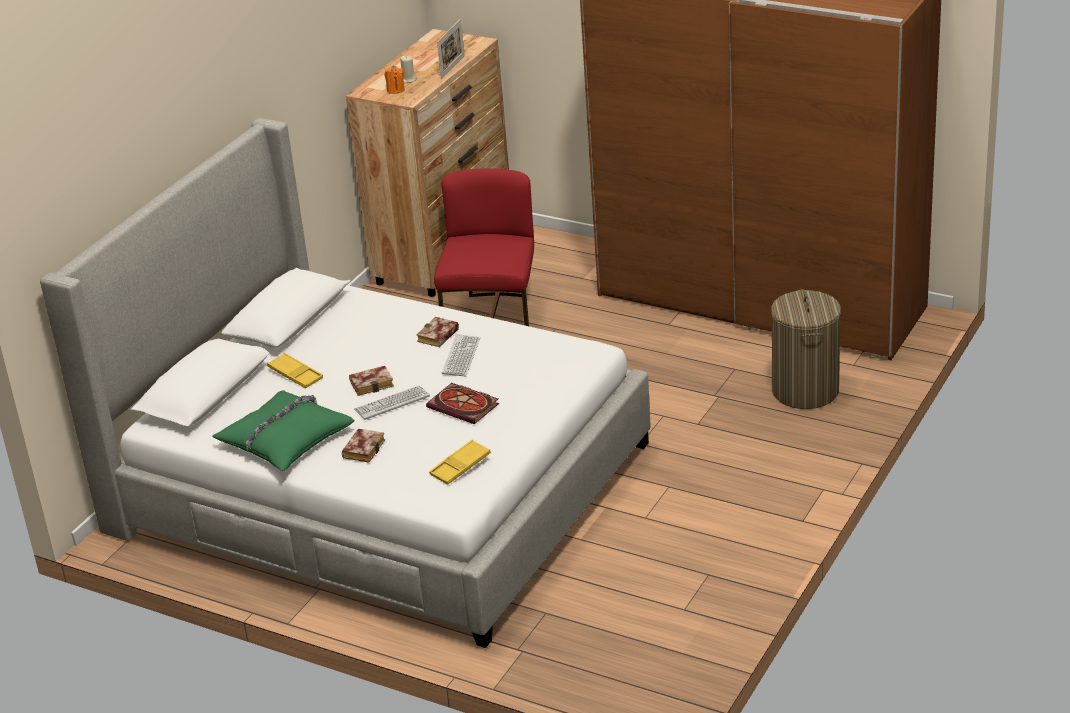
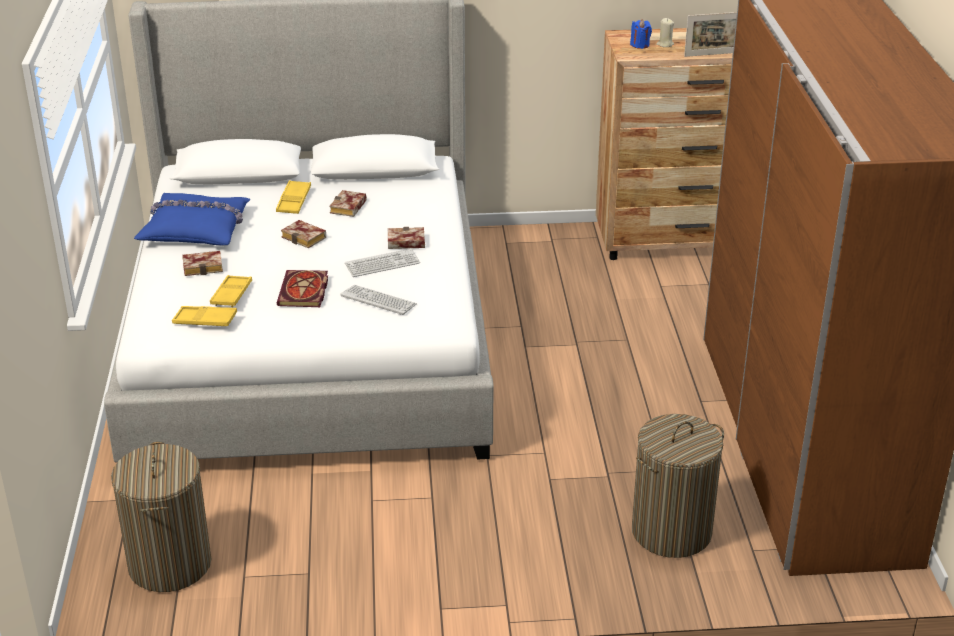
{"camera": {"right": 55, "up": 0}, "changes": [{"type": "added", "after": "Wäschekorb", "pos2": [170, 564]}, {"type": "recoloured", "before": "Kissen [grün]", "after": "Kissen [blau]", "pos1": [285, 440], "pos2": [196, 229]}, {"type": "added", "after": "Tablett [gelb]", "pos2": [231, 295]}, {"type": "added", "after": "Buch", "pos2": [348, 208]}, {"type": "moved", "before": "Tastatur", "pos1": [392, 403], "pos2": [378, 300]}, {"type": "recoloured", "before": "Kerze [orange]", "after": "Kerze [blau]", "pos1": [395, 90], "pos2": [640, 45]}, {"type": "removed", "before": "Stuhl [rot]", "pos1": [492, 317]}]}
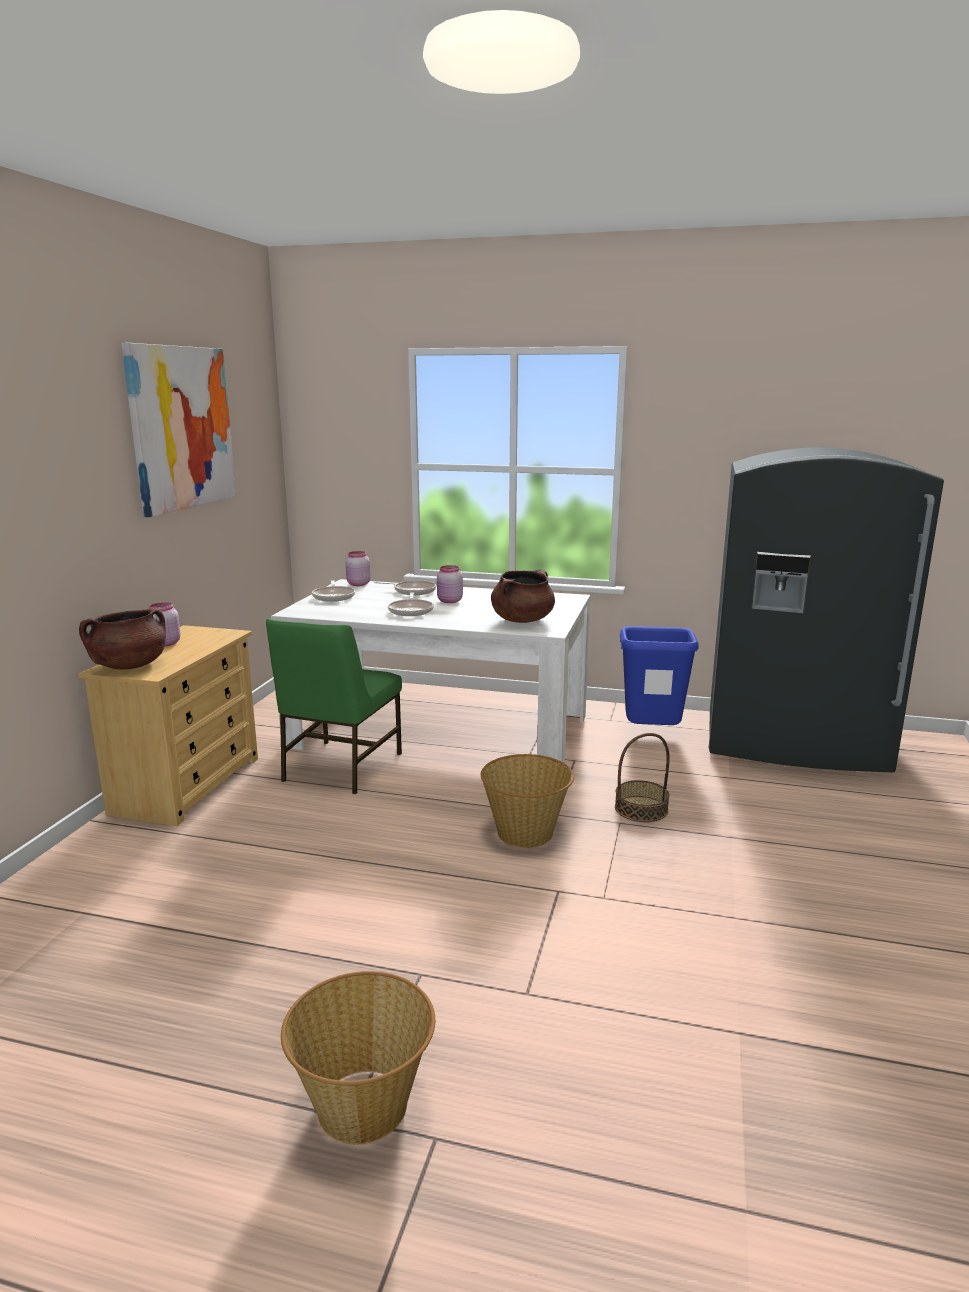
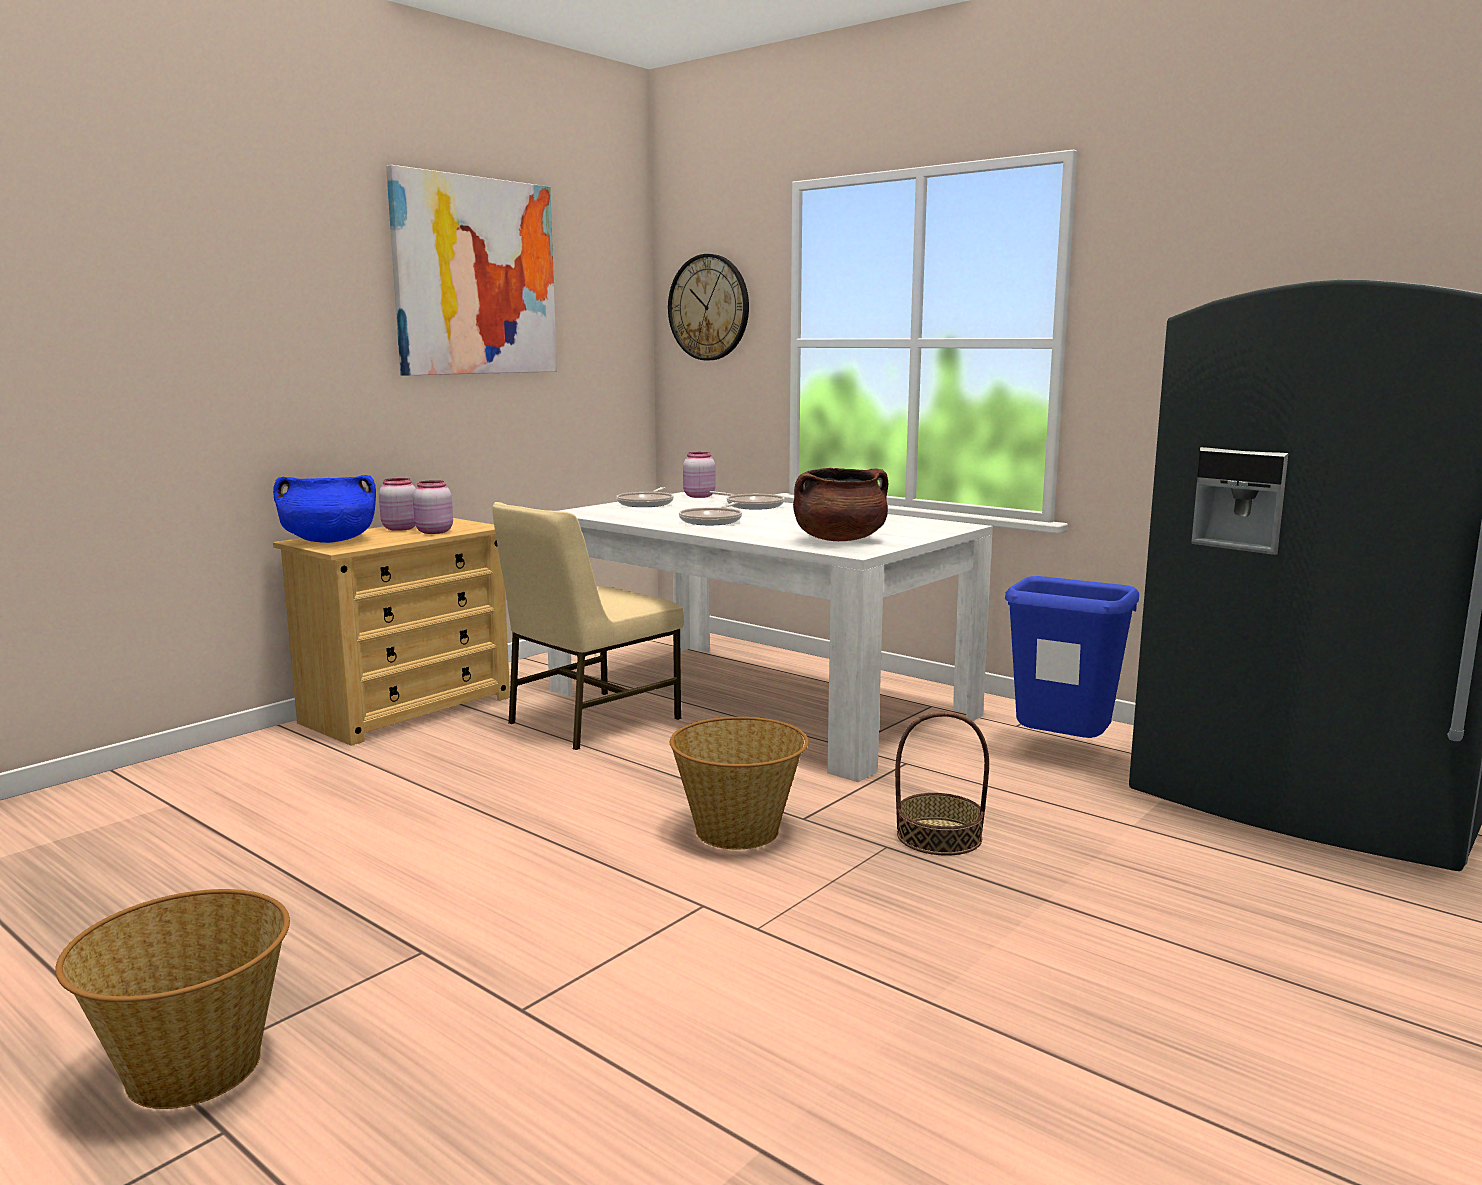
{"camera": {"right": 25, "up": -5}, "changes": [{"type": "recoloured", "before": "Kochtopf [braun]", "after": "Kochtopf [blau]", "pos1": [129, 666], "pos2": [329, 541]}, {"type": "moved", "before": "Vorratsglas [rosa]", "pos1": [449, 601], "pos2": [433, 532]}, {"type": "recoloured", "before": "Stuhl [grün]", "after": "Stuhl [beige]", "pos1": [340, 767], "pos2": [590, 720]}, {"type": "added", "after": "Wanduhr", "pos2": [709, 307]}]}
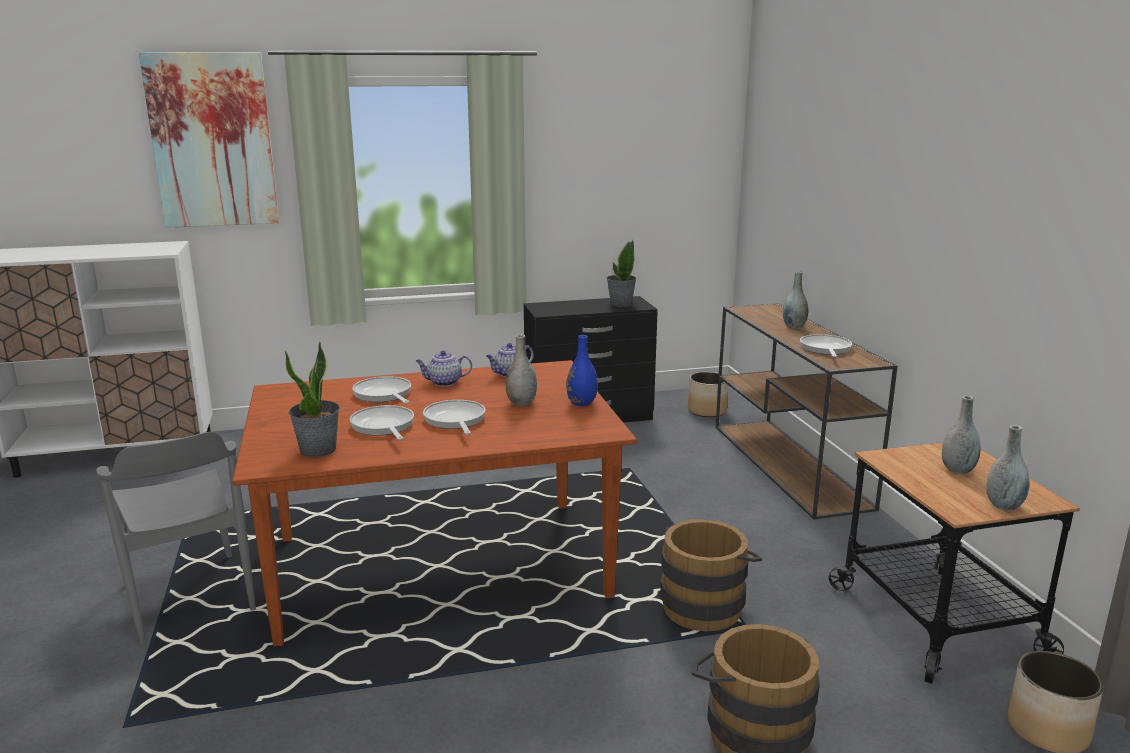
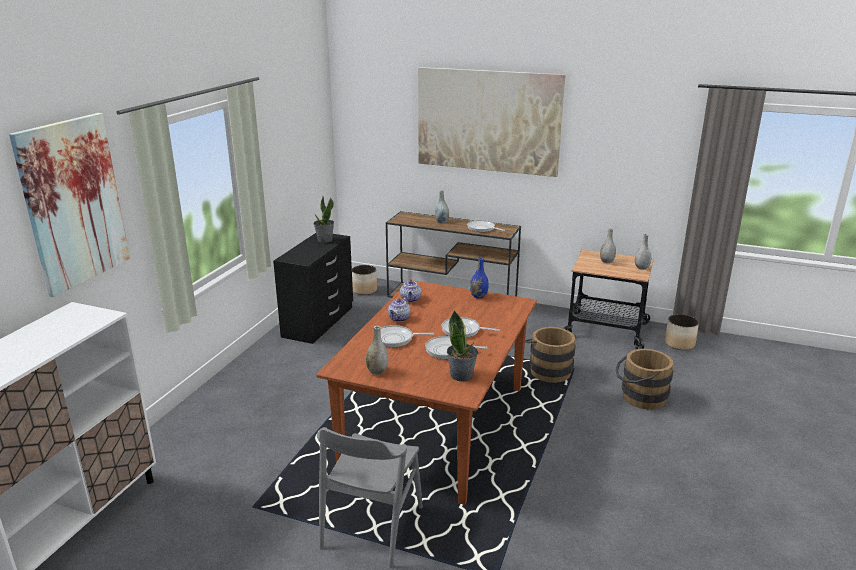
{"camera": {"right": -55, "up": 5}, "changes": [{"type": "turned", "before": "Stuhl [grau]", "pos1": [189, 597], "pos2": [372, 527], "turn": 105}, {"type": "moved", "before": "Vase [grau]", "pos1": [521, 403], "pos2": [377, 371]}, {"type": "added", "after": "Bild", "pos2": [488, 121]}]}
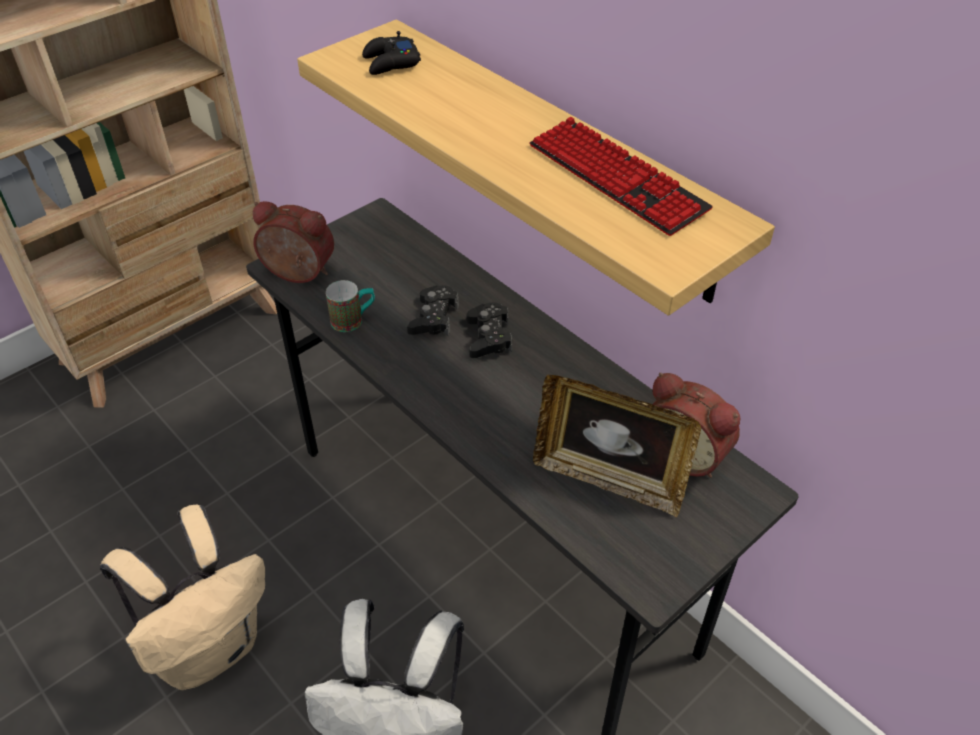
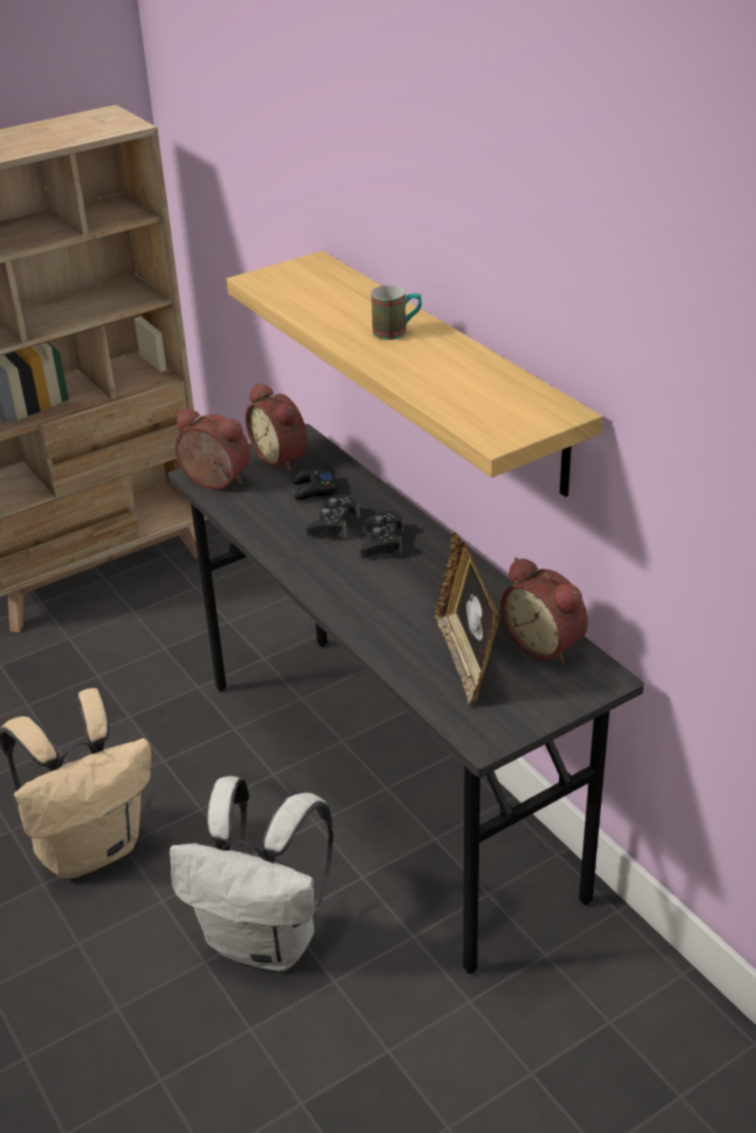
{"camera": {"right": 10, "up": -10}, "changes": [{"type": "added", "after": "Wecker", "pos2": [282, 457]}, {"type": "moved", "before": "Gamepad [schwarz]", "pos1": [390, 63], "pos2": [314, 490]}, {"type": "moved", "before": "Henkelbecher", "pos1": [354, 320], "pos2": [397, 332]}, {"type": "turned", "before": "Bilderrahmen", "pos1": [608, 479], "pos2": [466, 658], "turn": 45}, {"type": "removed", "before": "Tastatur", "pos1": [616, 178]}]}
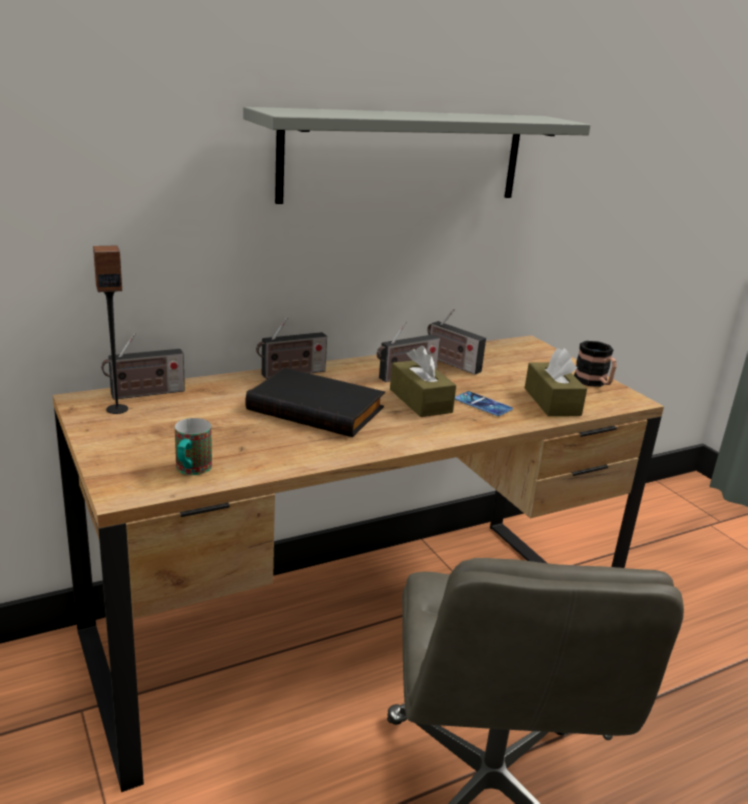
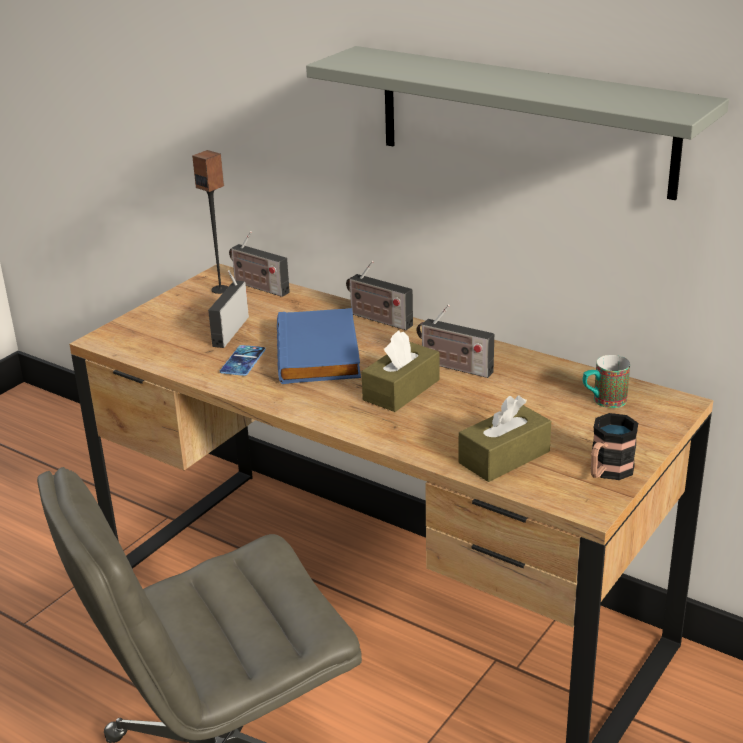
{"camera": {"right": 65, "up": 5}, "changes": [{"type": "moved", "before": "Radio", "pos1": [451, 363], "pos2": [231, 330]}, {"type": "moved", "before": "Handy", "pos1": [482, 404], "pos2": [243, 361]}, {"type": "recoloured", "before": "Buch [schwarz]", "after": "Buch [blau]", "pos1": [318, 408], "pos2": [321, 353]}, {"type": "moved", "before": "Henkelbecher", "pos1": [191, 471], "pos2": [603, 401]}]}
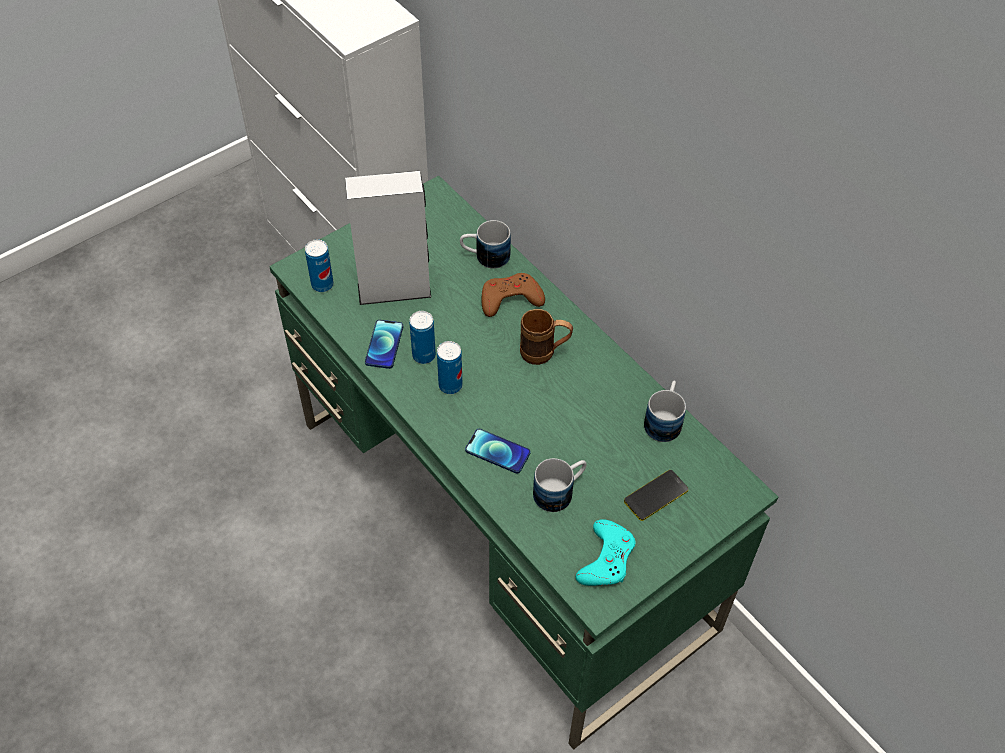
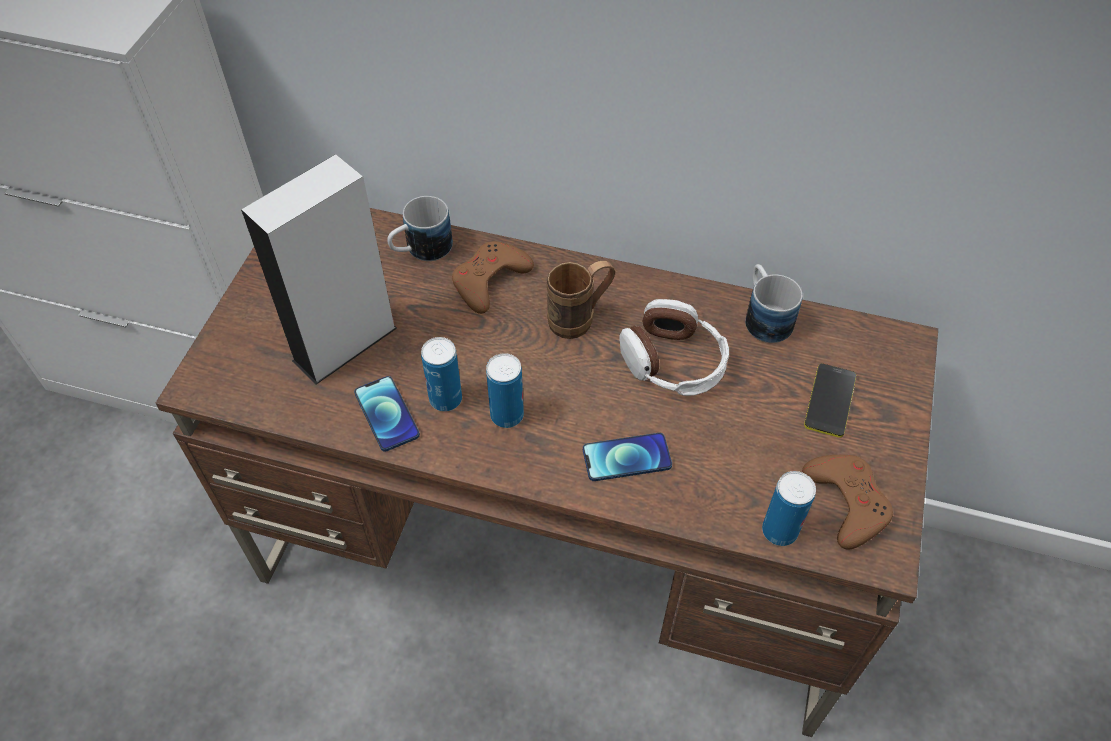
{"camera": {"right": -35, "up": 0}, "changes": [{"type": "recoloured", "before": "Schreibtisch [grün]", "after": "Schreibtisch [braun]", "pos1": [504, 524], "pos2": [559, 550]}, {"type": "added", "after": "Kopfhörer", "pos2": [673, 362]}, {"type": "moved", "before": "Dose", "pos1": [322, 284], "pos2": [779, 531]}, {"type": "recoloured", "before": "Gamepad [türkis]", "after": "Gamepad [braun]", "pos1": [606, 558], "pos2": [847, 502]}, {"type": "removed", "before": "Henkelbecher", "pos1": [560, 491]}]}
